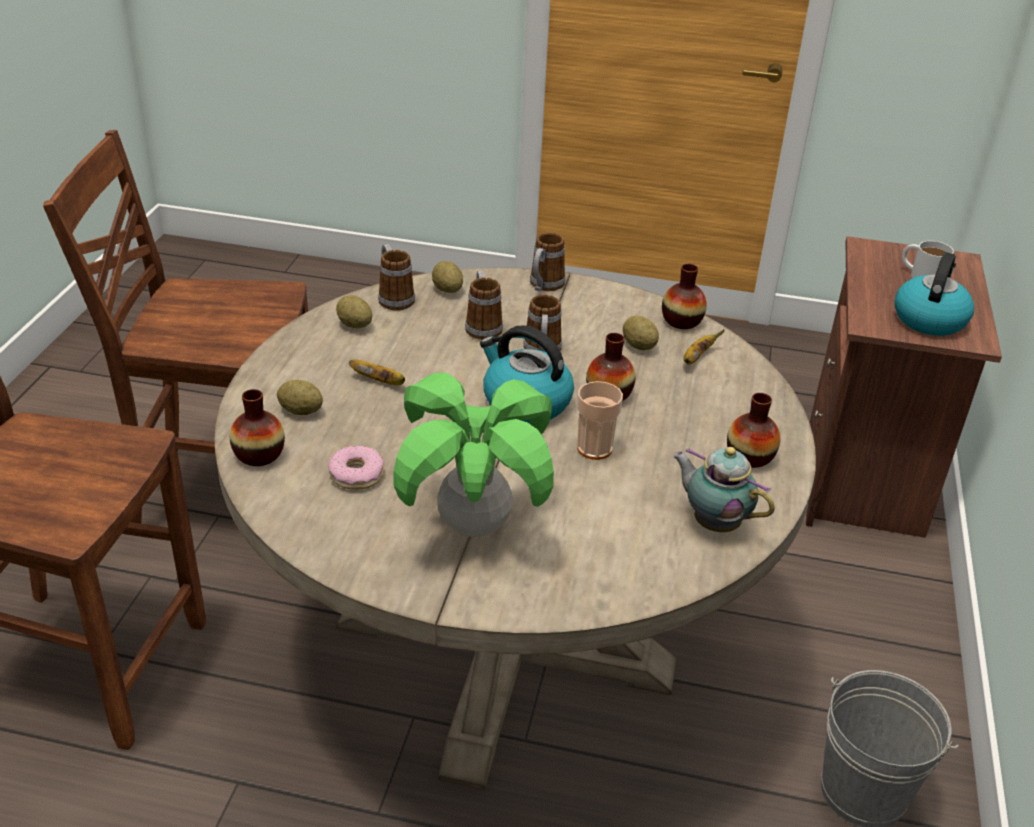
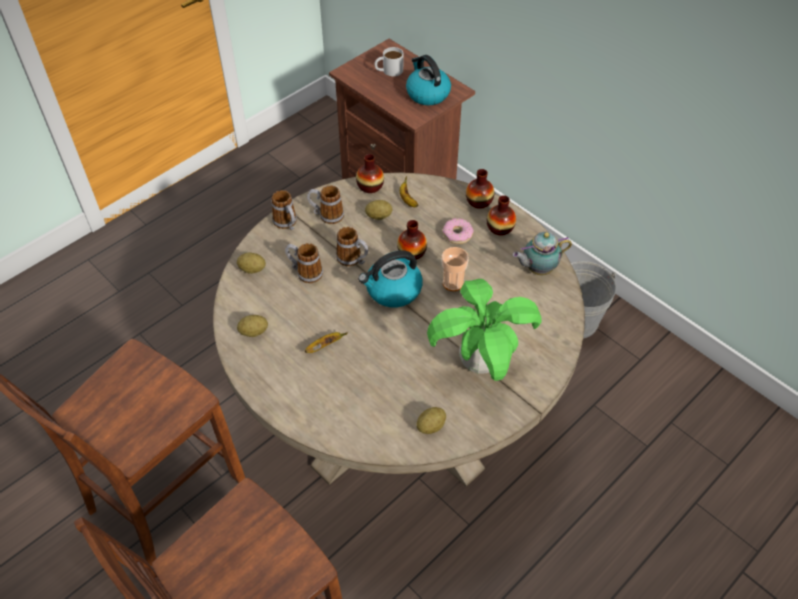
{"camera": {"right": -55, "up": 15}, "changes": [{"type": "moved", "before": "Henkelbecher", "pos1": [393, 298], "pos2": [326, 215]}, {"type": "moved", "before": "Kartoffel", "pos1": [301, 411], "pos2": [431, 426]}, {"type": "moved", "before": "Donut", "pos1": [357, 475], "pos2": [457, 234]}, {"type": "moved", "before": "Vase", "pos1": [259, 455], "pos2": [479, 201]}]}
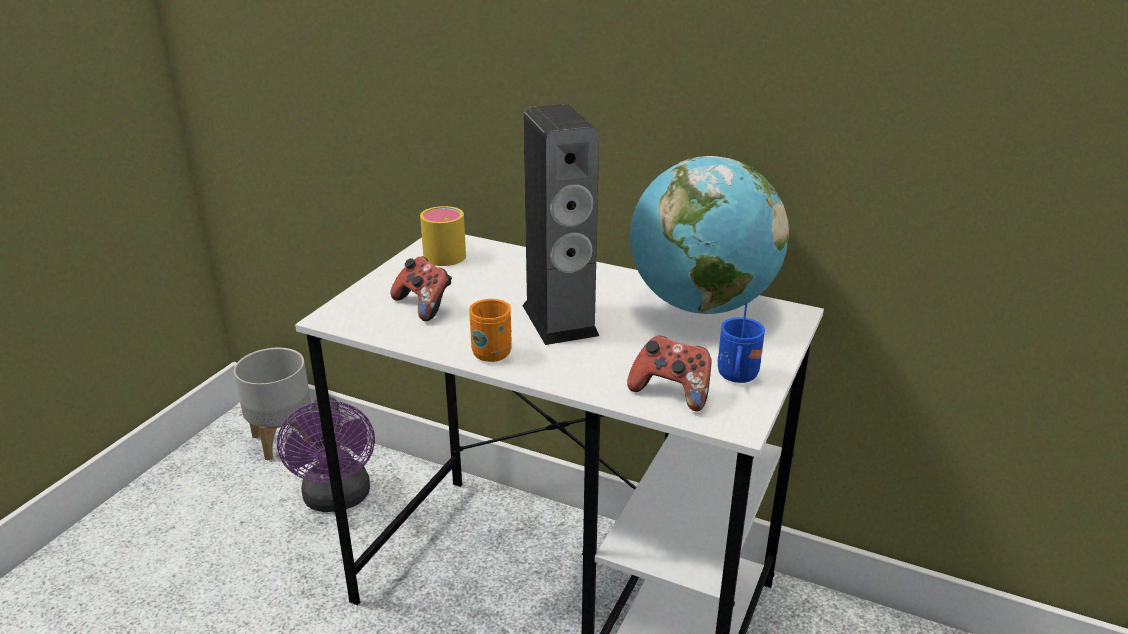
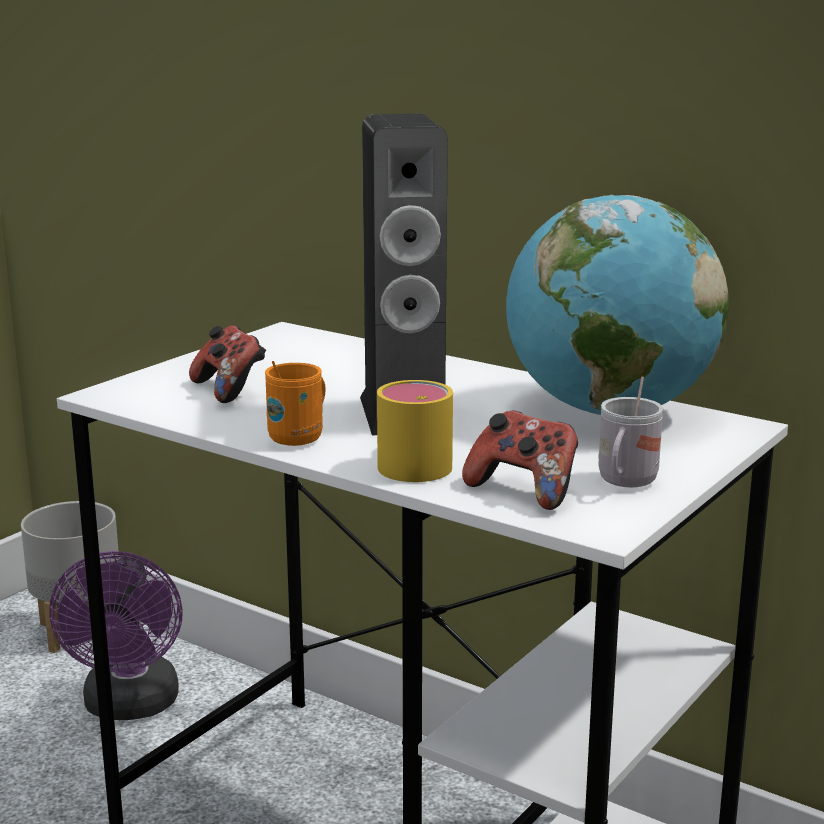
{"camera": {"right": 10, "up": -10}, "changes": [{"type": "moved", "before": "Henkelbecher [gelb]", "pos1": [444, 252], "pos2": [415, 461]}, {"type": "recoloured", "before": "Henkelbecher [blau]", "after": "Henkelbecher [weiß]", "pos1": [736, 378], "pos2": [624, 484]}]}
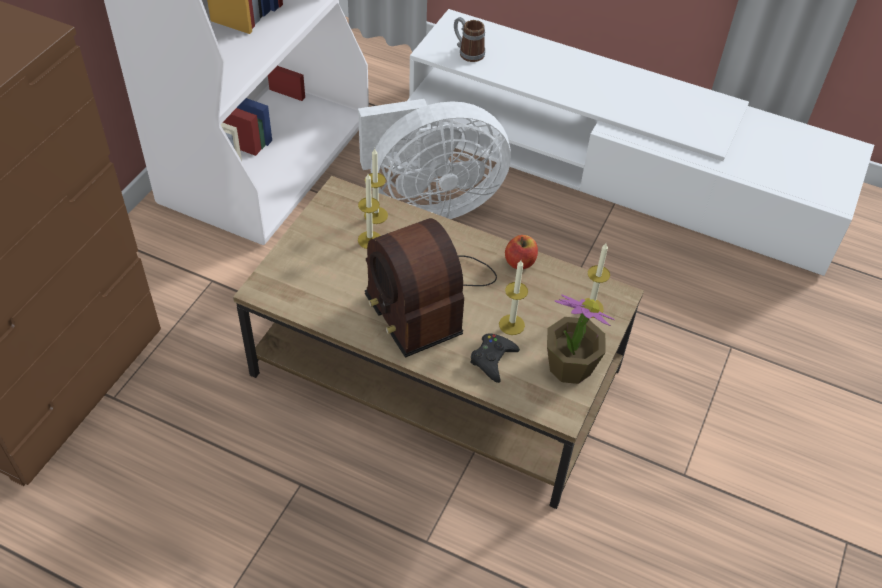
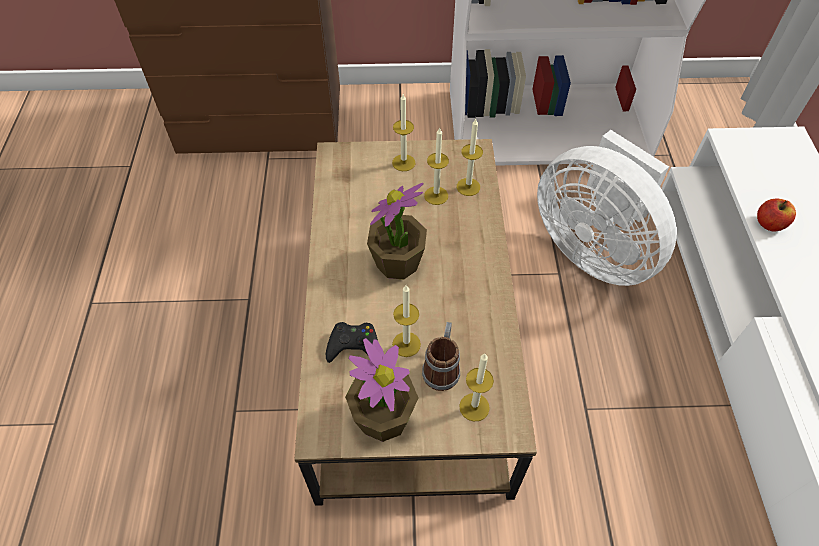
{"camera": {"right": 65, "up": 5}, "changes": [{"type": "replaced", "before": "Radio", "after": "Topfpflanze", "pos1": [426, 296], "pos2": [397, 263]}, {"type": "added", "after": "Kerze", "pos2": [403, 162]}, {"type": "moved", "before": "Henkelbecher", "pos1": [467, 52], "pos2": [442, 367]}, {"type": "moved", "before": "Apfel", "pos1": [520, 262], "pos2": [769, 224]}]}
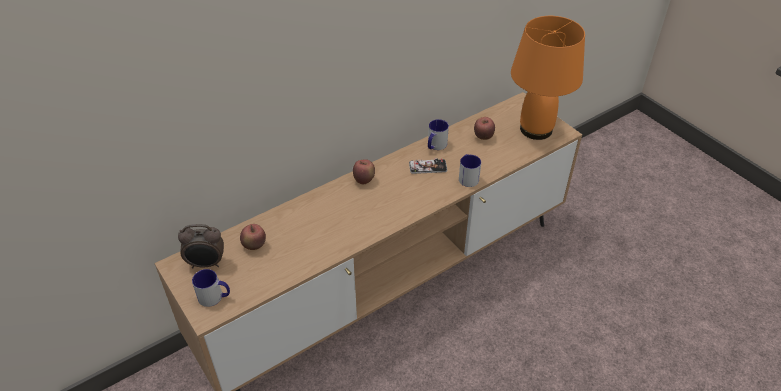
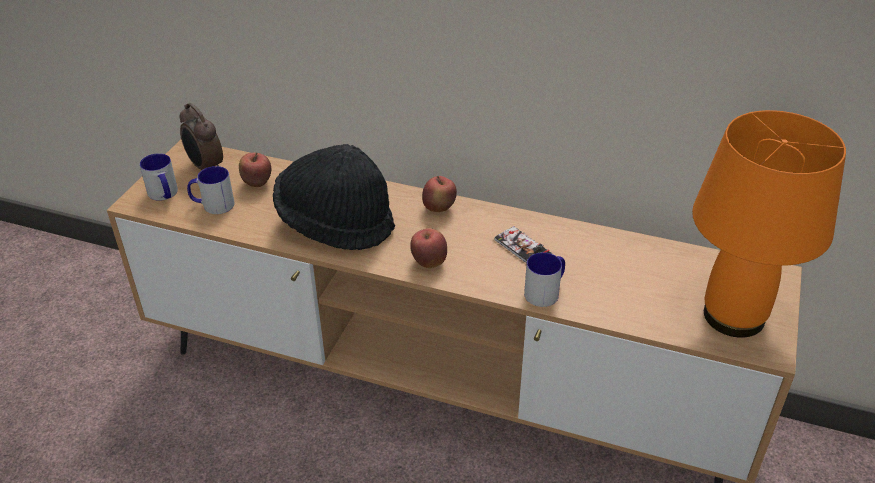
{"camera": {"right": 55, "up": -5}, "changes": [{"type": "moved", "before": "Henkelbecher", "pos1": [435, 146], "pos2": [212, 205]}, {"type": "added", "after": "Hut [schwarz]", "pos2": [335, 223]}, {"type": "moved", "before": "Apfel", "pos1": [483, 137], "pos2": [429, 262]}]}
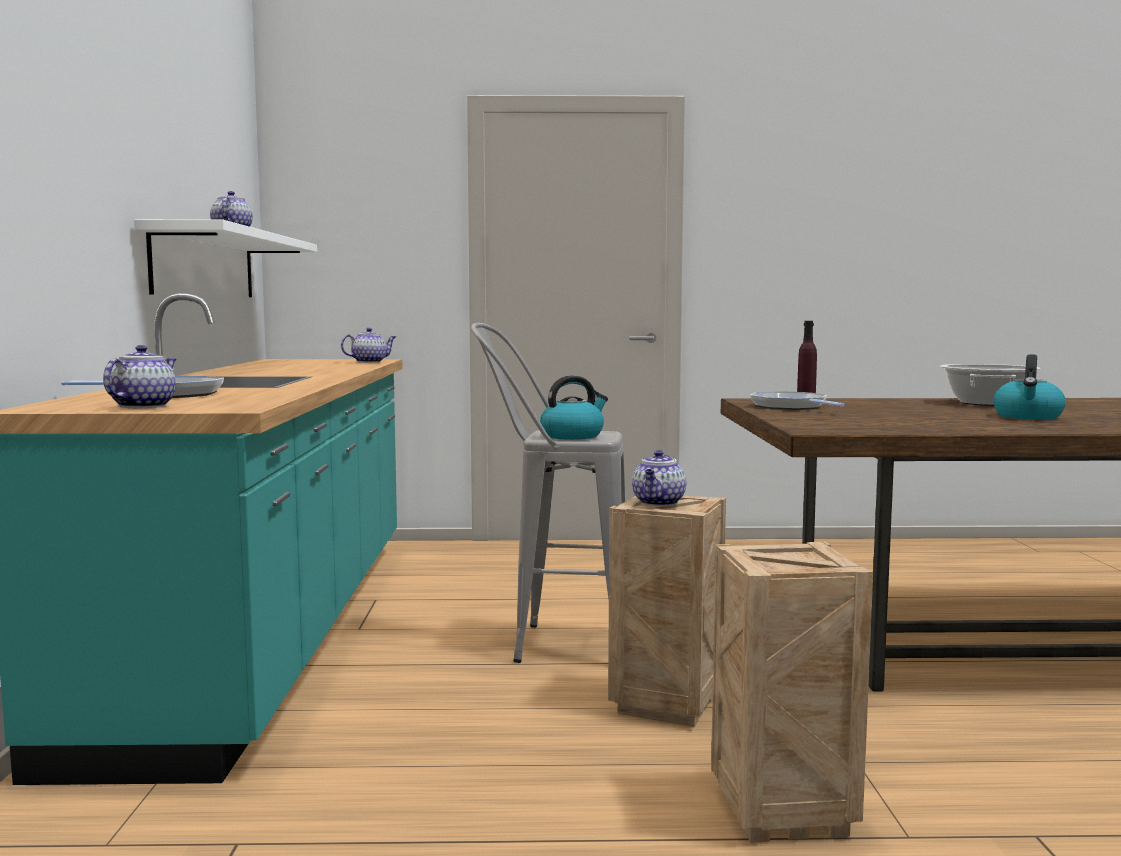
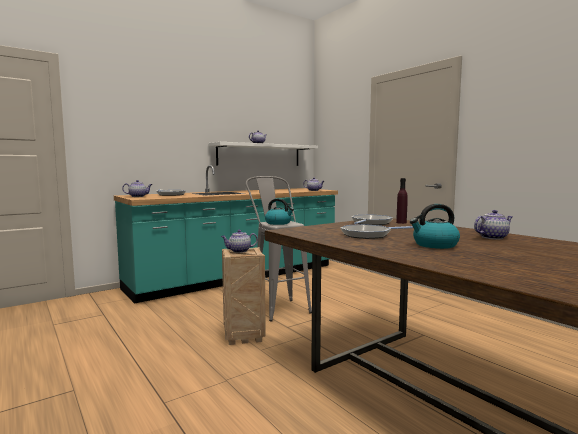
{"camera": {"right": 55, "up": 0}, "changes": [{"type": "added", "after": "Pfanne", "pos2": [368, 235]}, {"type": "replaced", "before": "Kochtopf", "after": "Teekanne", "pos1": [986, 403], "pos2": [492, 237]}, {"type": "removed", "before": "Kiste", "pos1": [780, 814]}]}
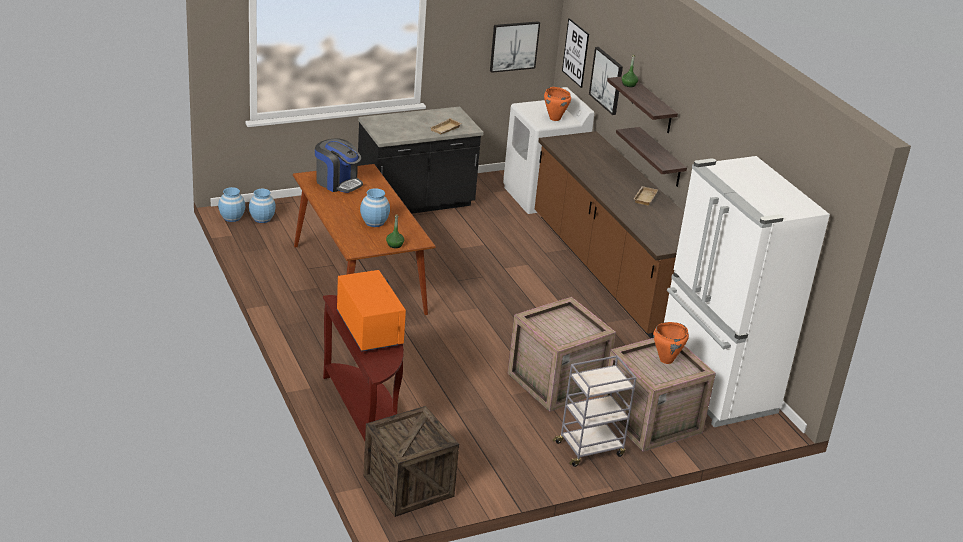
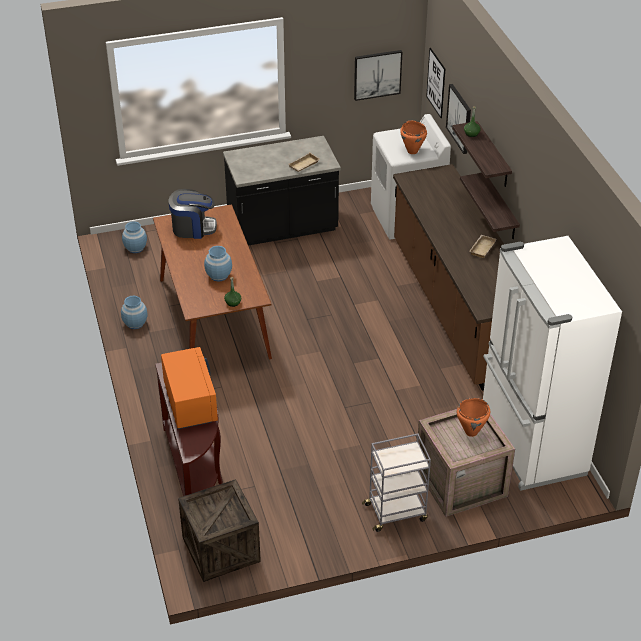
{"camera": {"right": 10, "up": 10}, "changes": [{"type": "moved", "before": "Vase [blau]", "pos1": [232, 217], "pos2": [135, 323]}, {"type": "turned", "before": "Kaffeemaschine", "pos1": [338, 182], "pos2": [193, 228], "turn": -45}, {"type": "removed", "before": "Kiste", "pos1": [556, 383]}]}
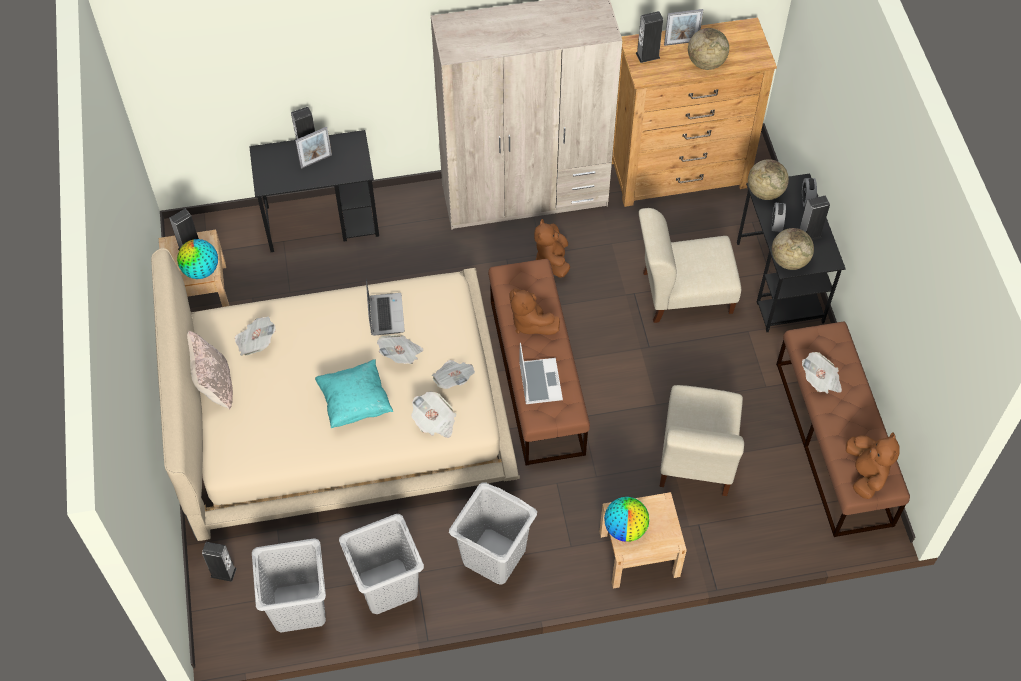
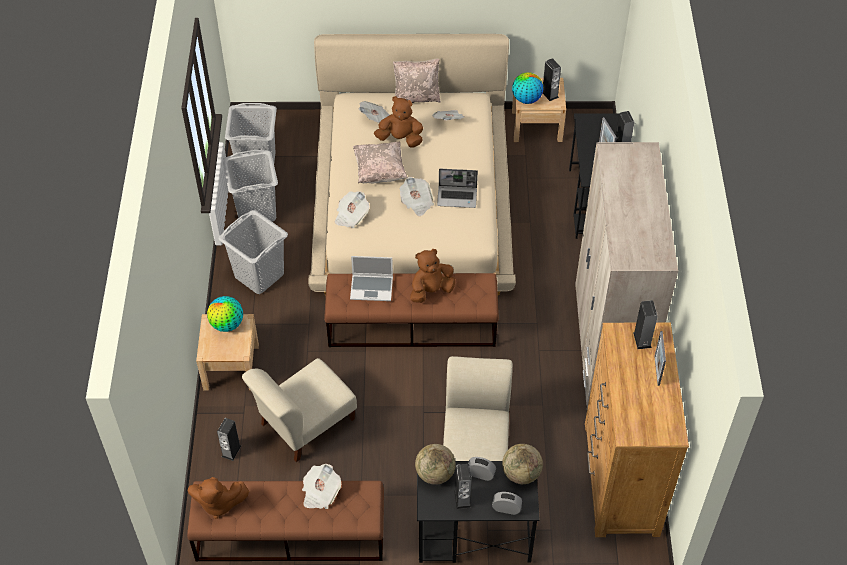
{"camera": {"right": 100, "up": -5}, "changes": [{"type": "moved", "before": "Lautsprecher", "pos1": [223, 572], "pos2": [231, 451]}, {"type": "turned", "before": "Stuhl [beige]", "pos1": [696, 458], "pos2": [304, 424], "turn": -60}, {"type": "recoloured", "before": "Kissen [türkis]", "after": "Kissen [beige]", "pos1": [355, 403], "pos2": [380, 171]}, {"type": "moved", "before": "Zeitung", "pos1": [453, 379], "pos2": [376, 119]}, {"type": "moved", "before": "Plüschtier [braun]", "pos1": [552, 259], "pos2": [400, 139]}, {"type": "removed", "before": "Globus", "pos1": [706, 63]}]}
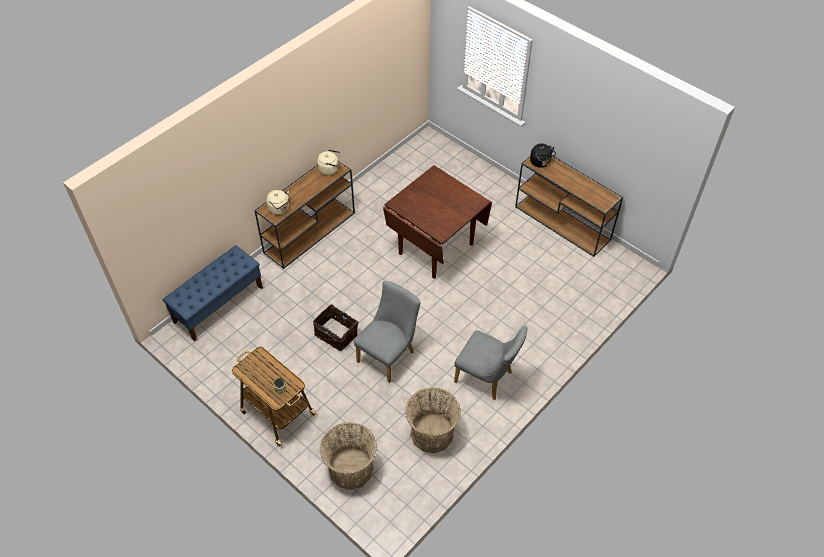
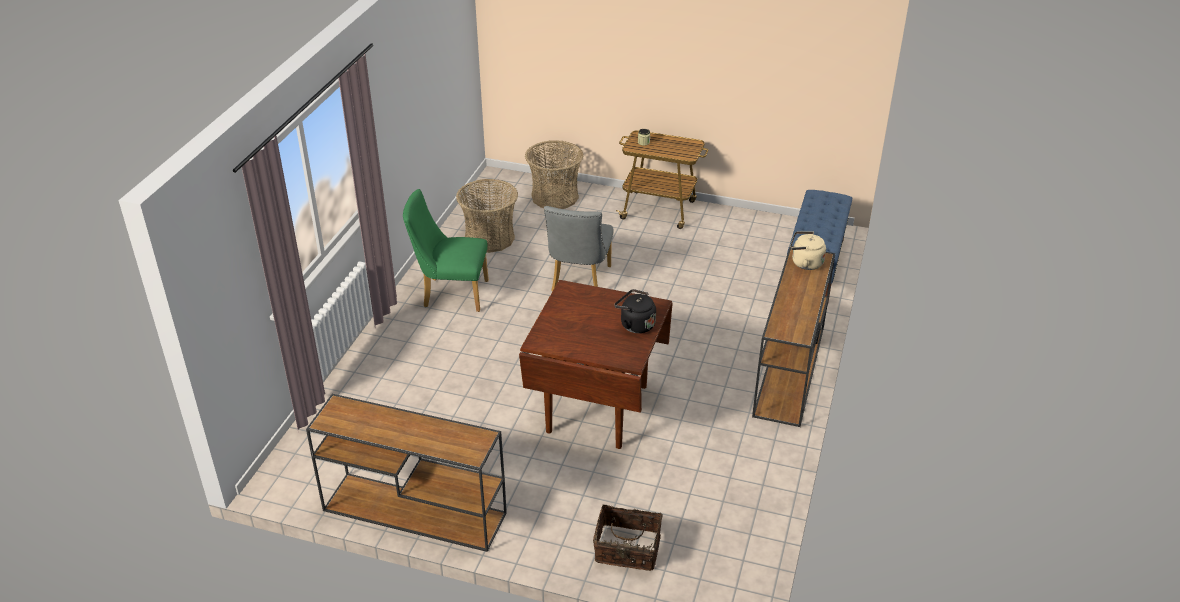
{"camera": {"right": 155, "up": -15}, "changes": [{"type": "recoloured", "before": "Stuhl [grau]", "after": "Stuhl [grün]", "pos1": [487, 378], "pos2": [450, 294]}, {"type": "moved", "before": "Korb", "pos1": [337, 333], "pos2": [627, 551]}, {"type": "moved", "before": "Wasserkessel [schwarz]", "pos1": [541, 162], "pos2": [635, 324]}, {"type": "removed", "before": "Wasserkessel [beige]", "pos1": [330, 169]}]}
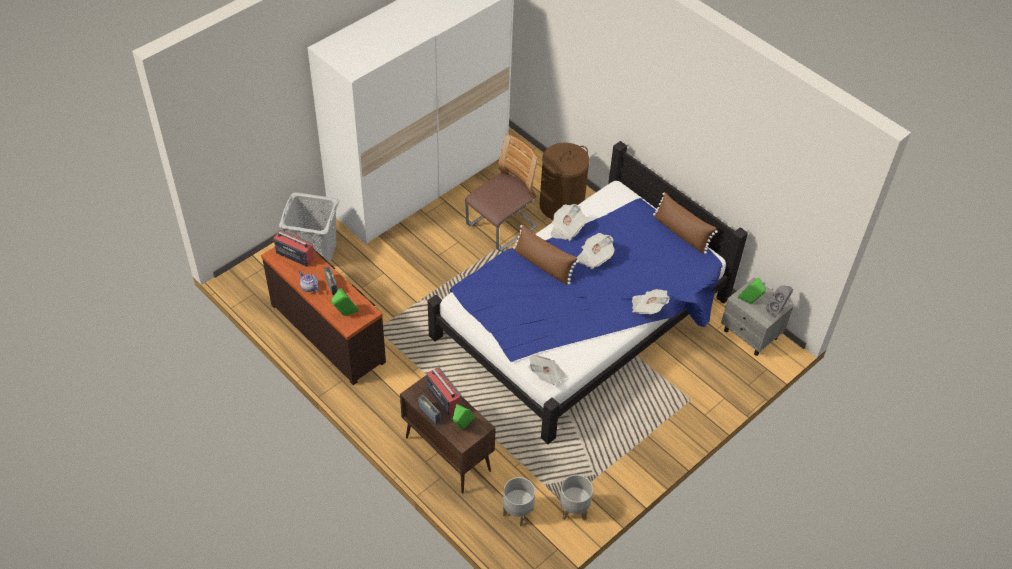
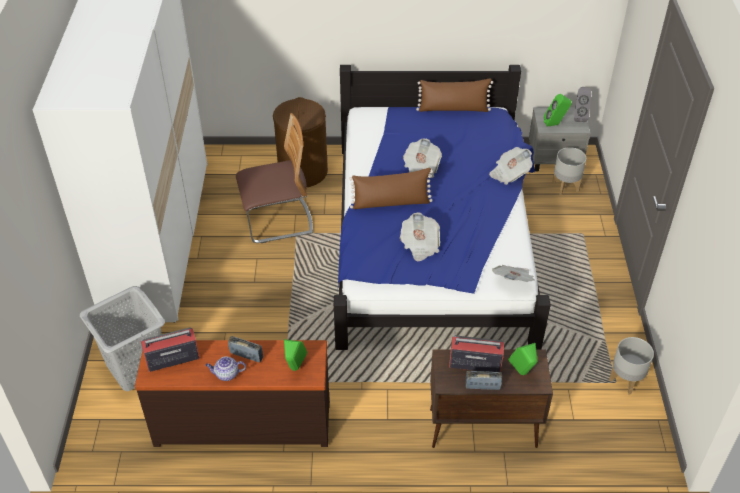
{"camera": {"right": -45, "up": -5}, "changes": [{"type": "turned", "before": "Stuhl", "pos1": [501, 227], "pos2": [277, 221], "turn": 75}, {"type": "moved", "before": "Zeitung", "pos1": [566, 229], "pos2": [420, 245]}, {"type": "moved", "before": "Pflanzkübel [grau]", "pos1": [517, 512], "pos2": [566, 186]}]}
